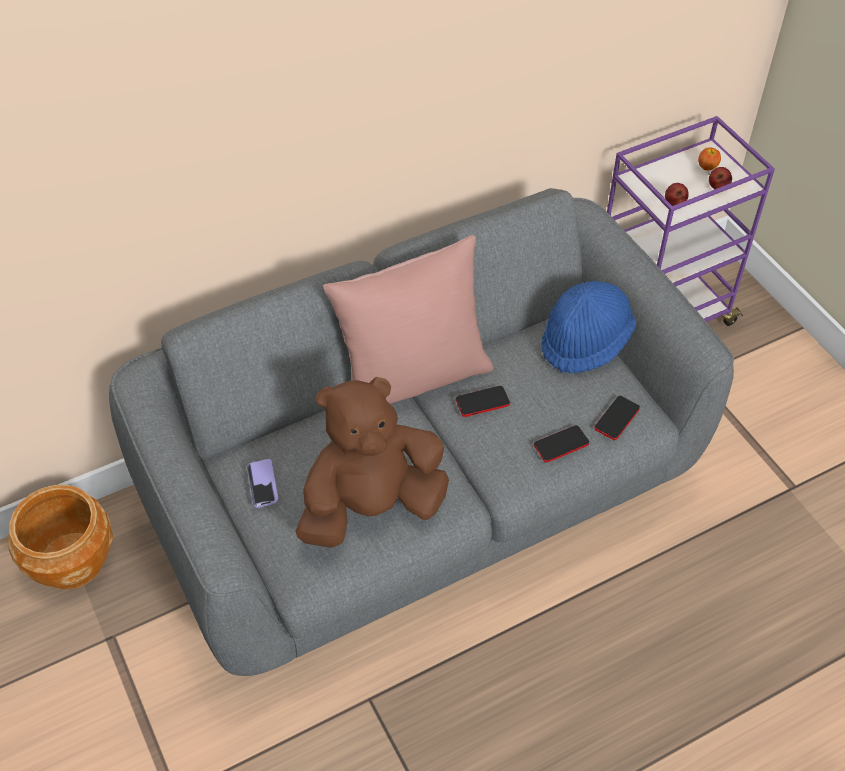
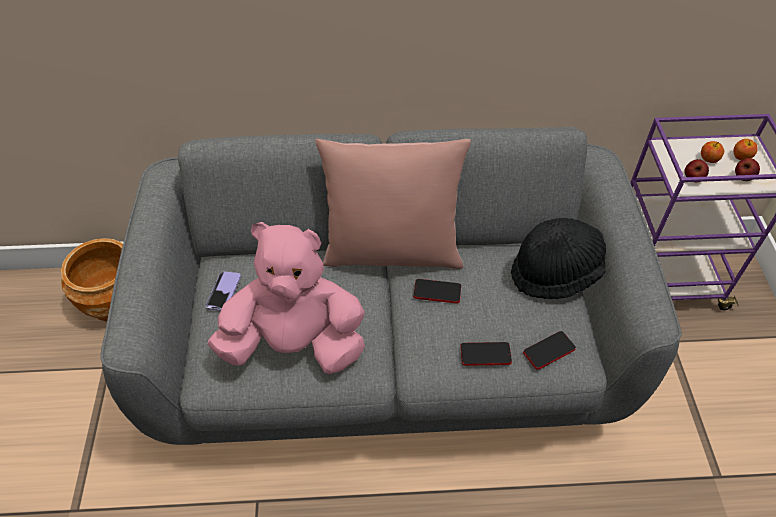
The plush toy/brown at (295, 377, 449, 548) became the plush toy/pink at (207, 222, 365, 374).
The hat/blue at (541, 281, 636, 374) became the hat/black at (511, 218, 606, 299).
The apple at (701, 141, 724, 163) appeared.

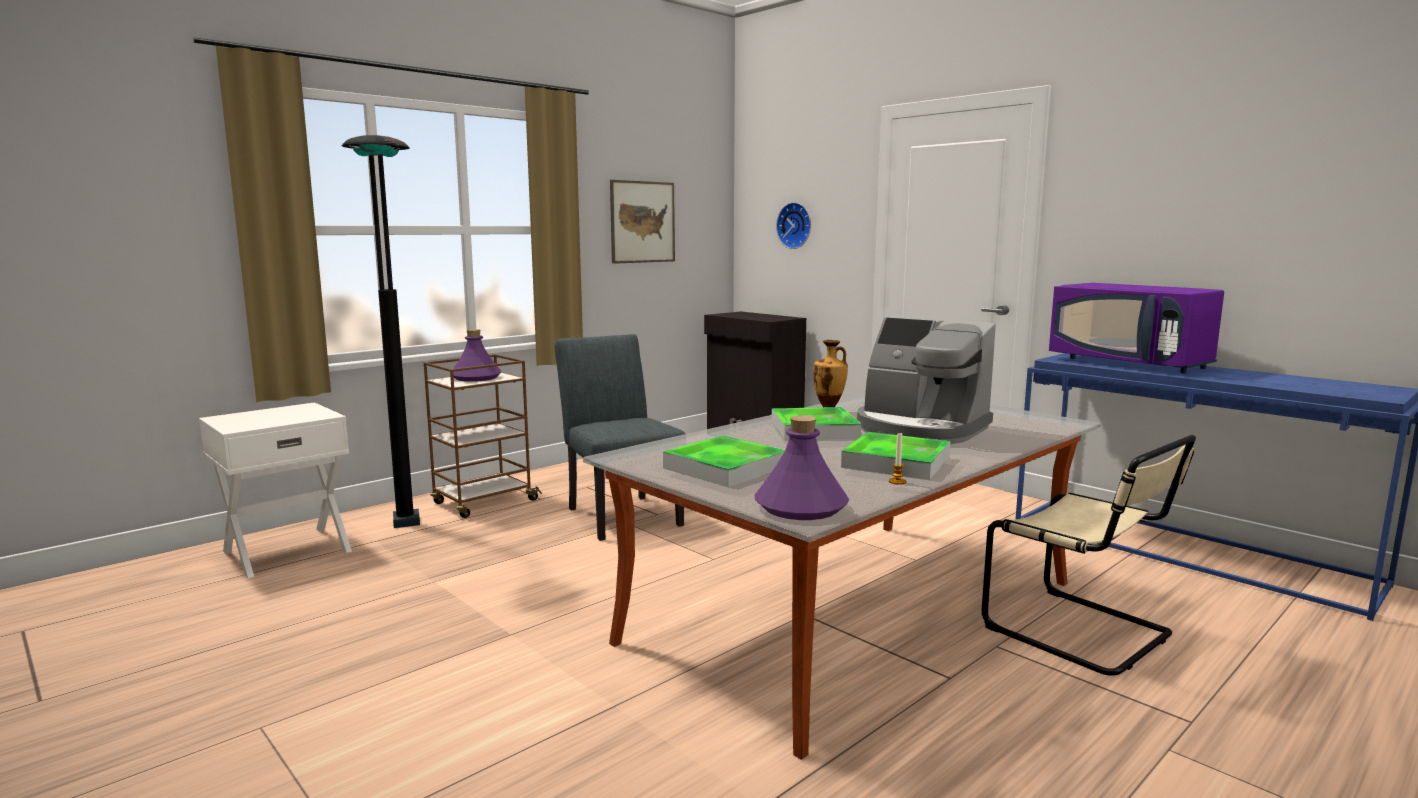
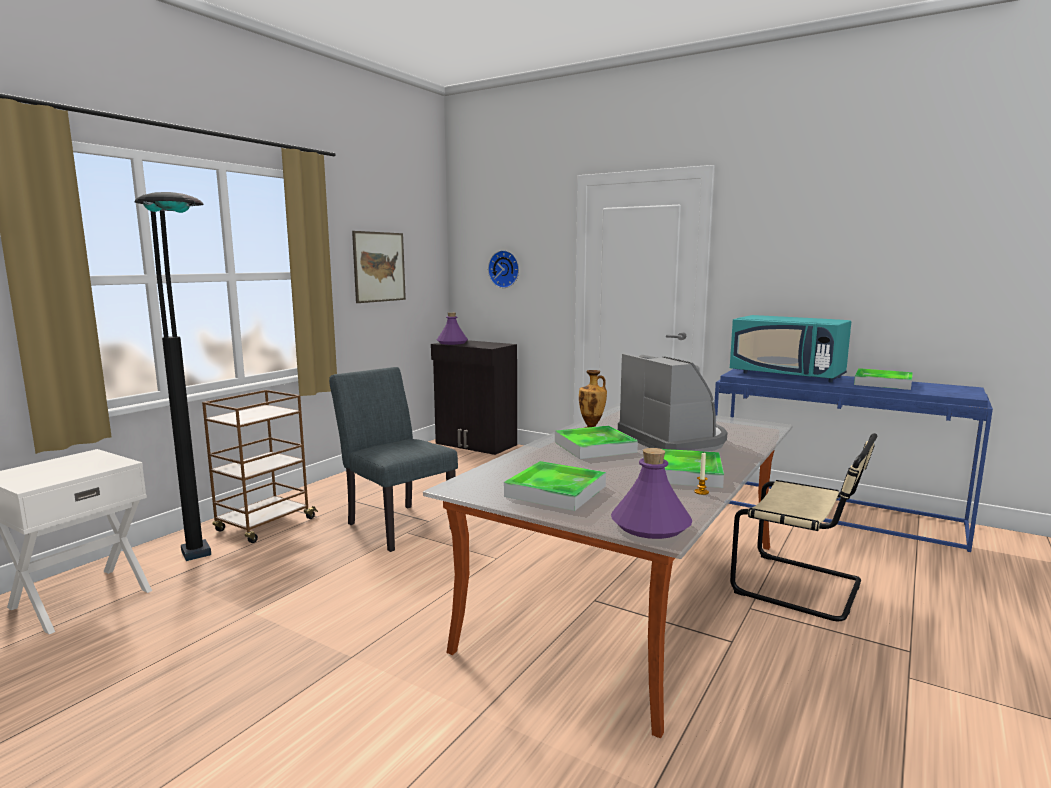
The bottle/purple moved from (453, 329, 501, 382) to (437, 312, 468, 345).
The coffee machine at (857, 317, 996, 444) turned 135 degrees counterclockwise.
The microwave/purple at (1049, 283, 1224, 373) became the microwave/turquoise at (730, 315, 851, 383).
The tray at (854, 368, 912, 390) appeared.

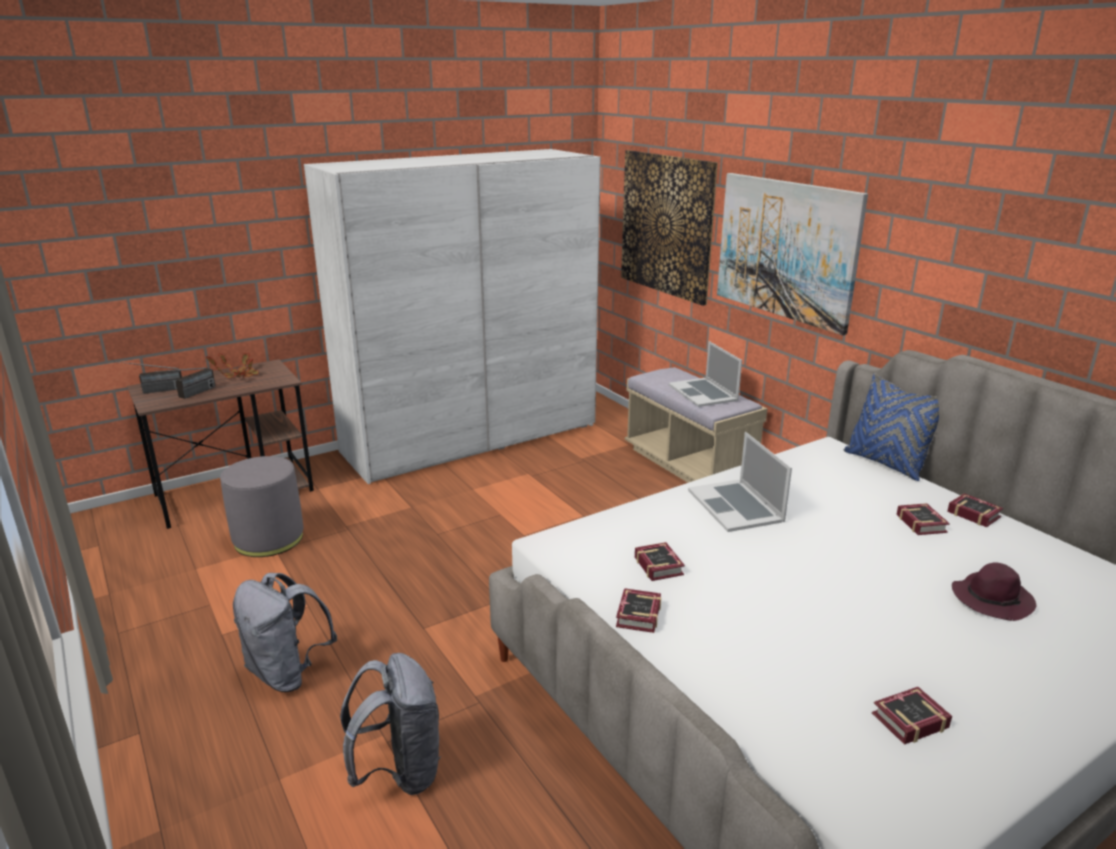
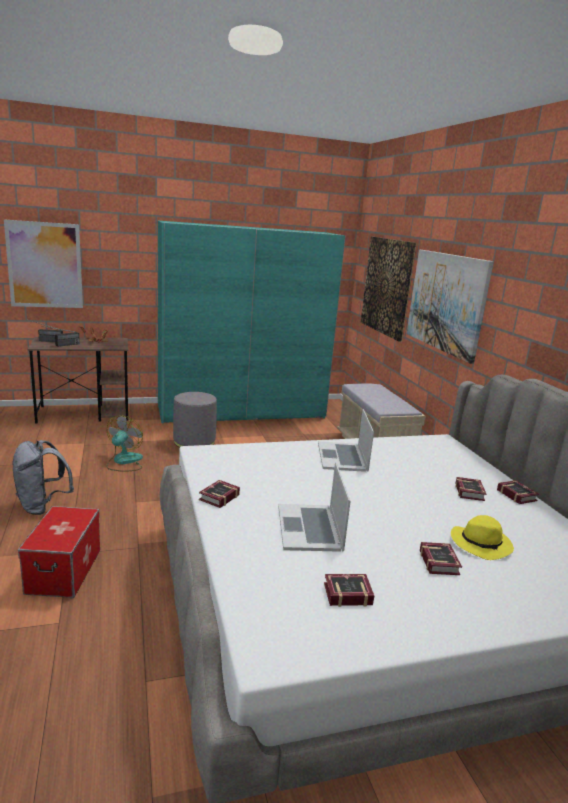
The ottoman/grey moved from (220, 456, 304, 557) to (173, 392, 217, 448).
The wardrobe/white at (304, 149, 601, 484) became the wardrobe/turquoise at (158, 221, 346, 423).
The backpack/grey at (340, 653, 441, 795) was replaced by the storage box at (18, 506, 100, 598).
The book moved from (635, 542, 685, 581) to (420, 542, 462, 575).
The laptop moved from (668, 341, 742, 407) to (278, 462, 351, 552).
The pillow/blue at (844, 373, 939, 481) disappeared.
The hat/purple at (952, 562, 1036, 621) became the hat/yellow at (451, 515, 514, 560).
The picture at (4, 220, 83, 308) appeared.
The fan at (106, 416, 143, 472) appeared.

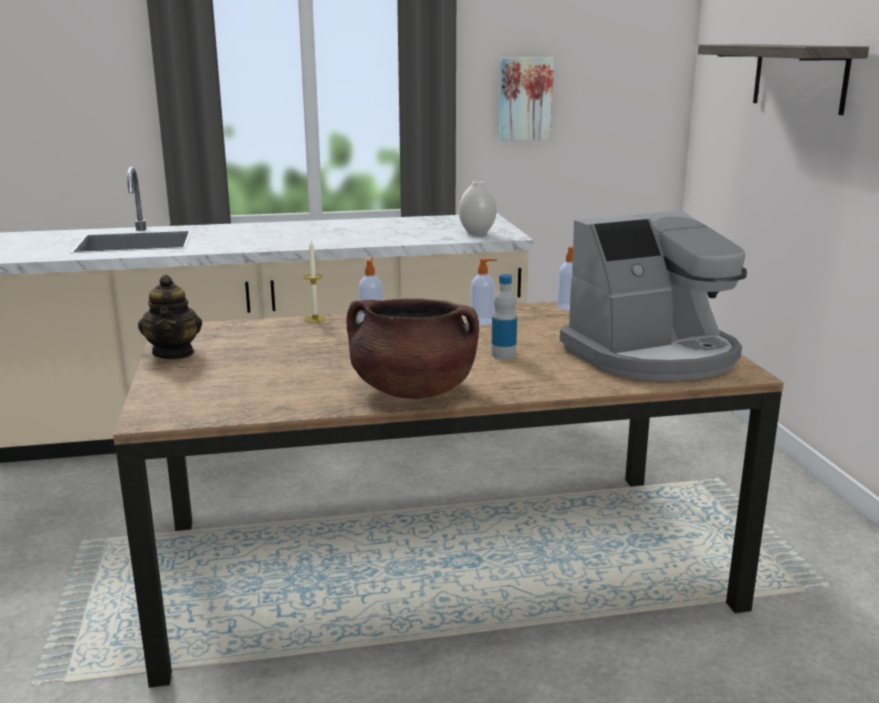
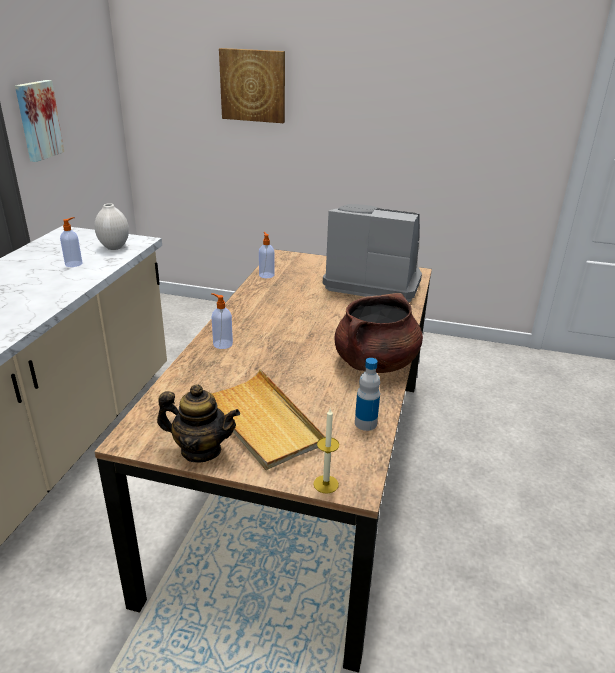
The candle moved from (304, 241, 326, 323) to (313, 409, 339, 494).
The soap dispenser moved from (471, 258, 497, 325) to (60, 217, 82, 267).
The bottle moved from (491, 274, 517, 359) to (355, 358, 380, 431).
The coffee machine at (560, 210, 747, 381) turned 75 degrees counterclockwise.
The shelf at (698, 44, 869, 115) was replaced by the picture at (219, 48, 285, 123).
The tray/beige at (211, 369, 325, 470) appeared.

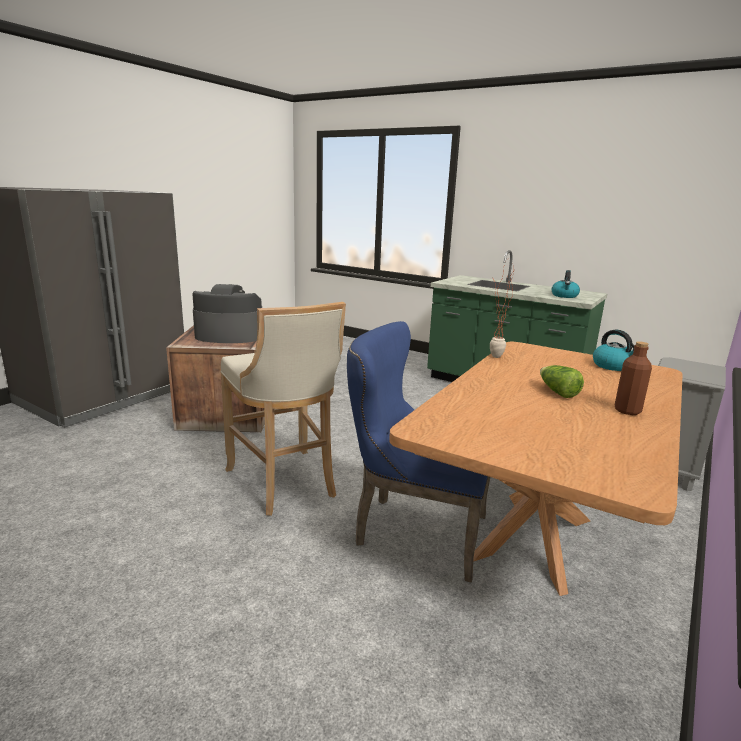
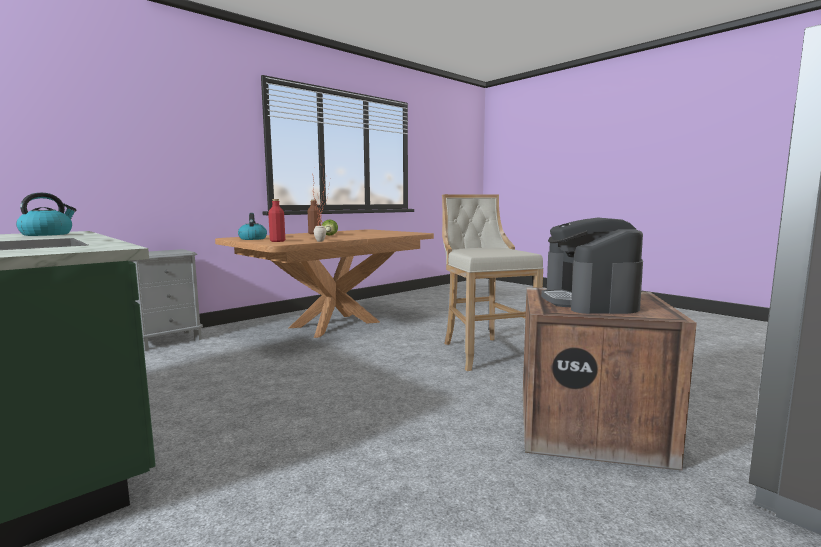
The coffee machine at (192, 284, 262, 343) turned 75 degrees clockwise.
The chair/blue at (347, 321, 490, 583) disappeared.
The bottle/red at (268, 199, 285, 242) appeared.

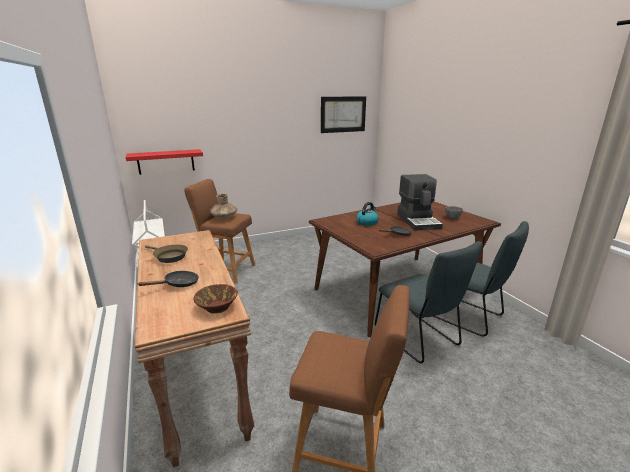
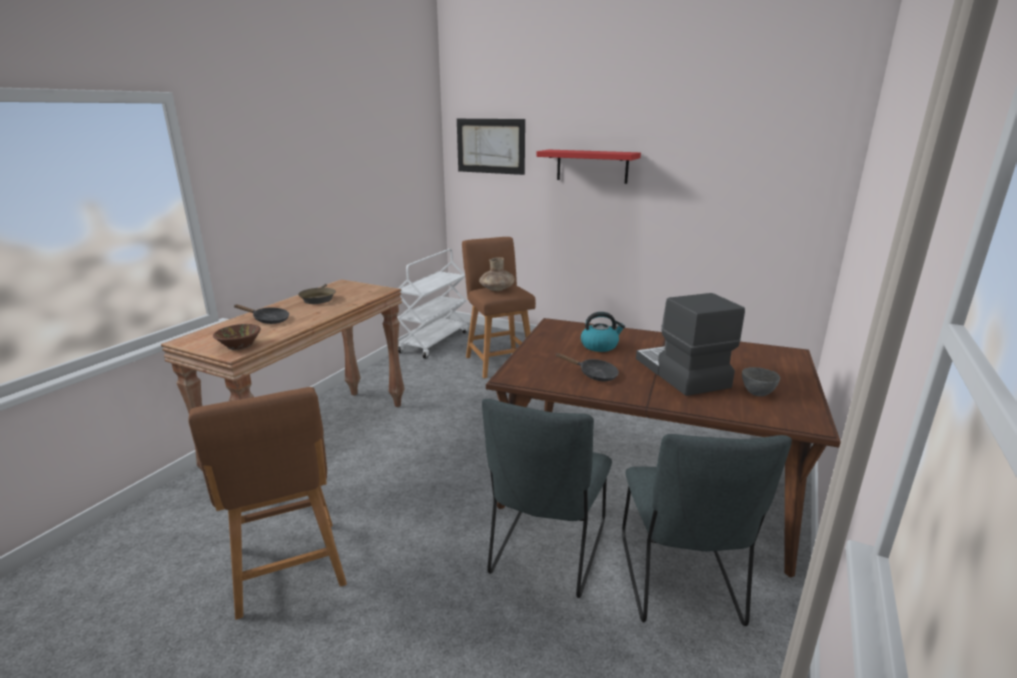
The shelf/red moved from (126, 149, 203, 175) to (537, 150, 641, 184).
The picture moved from (321, 96, 366, 133) to (457, 119, 525, 175).
The coffee machine at (397, 174, 443, 231) turned 120 degrees clockwise.

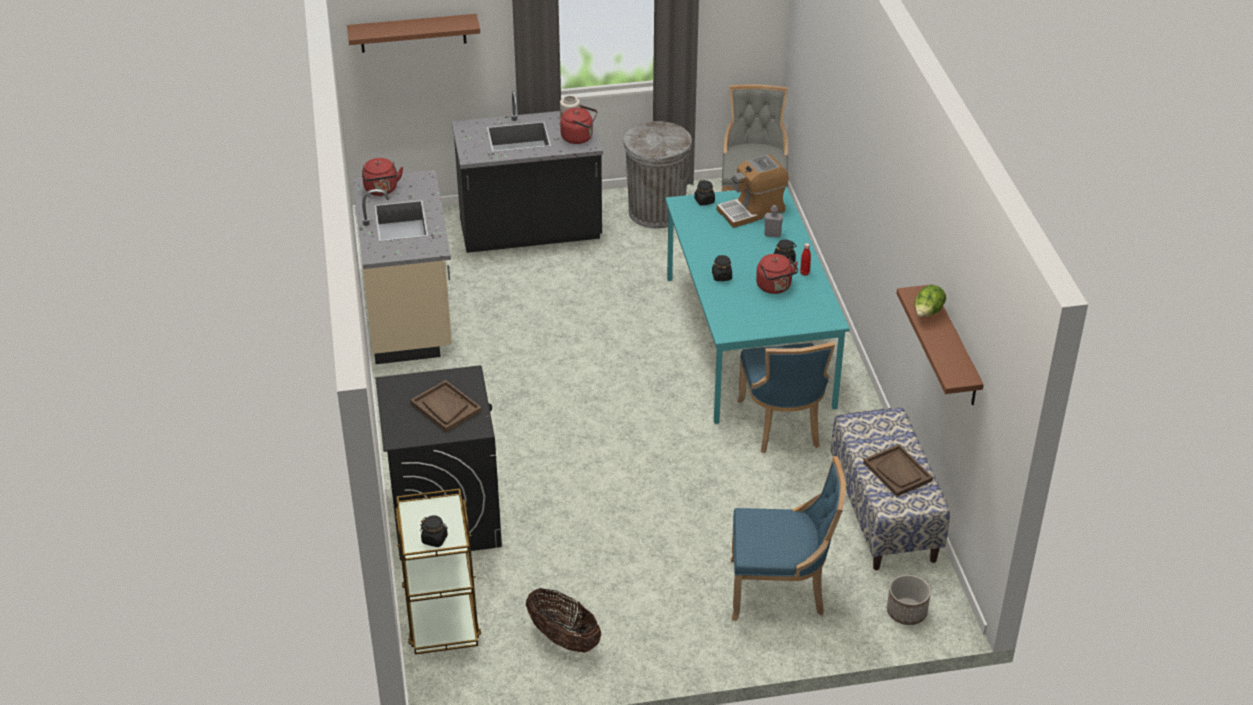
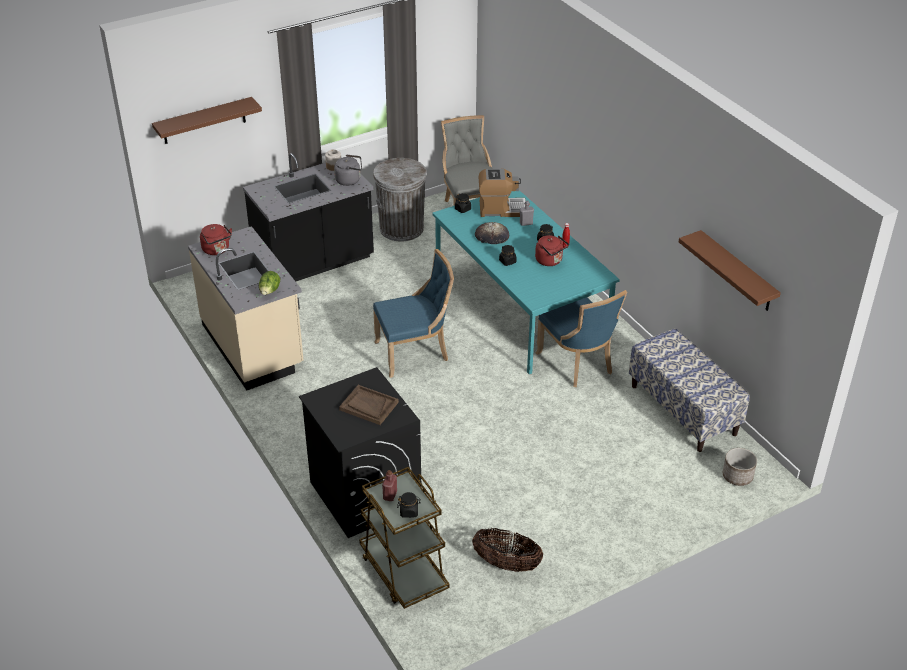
The kettle/red at (560, 105, 597, 144) became the kettle/grey at (334, 155, 362, 186).
The coffee machine at (717, 154, 789, 228) turned 135 degrees counterclockwise.
The chair/blue moved from (731, 456, 846, 621) to (373, 249, 454, 378).
The tray/brown at (863, 444, 933, 497) disappeared.
The lettuce moved from (915, 285, 946, 317) to (259, 271, 280, 295).
The bottle/red at (382, 470, 397, 501) appeared.
The bread at (475, 222, 509, 244) appeared.

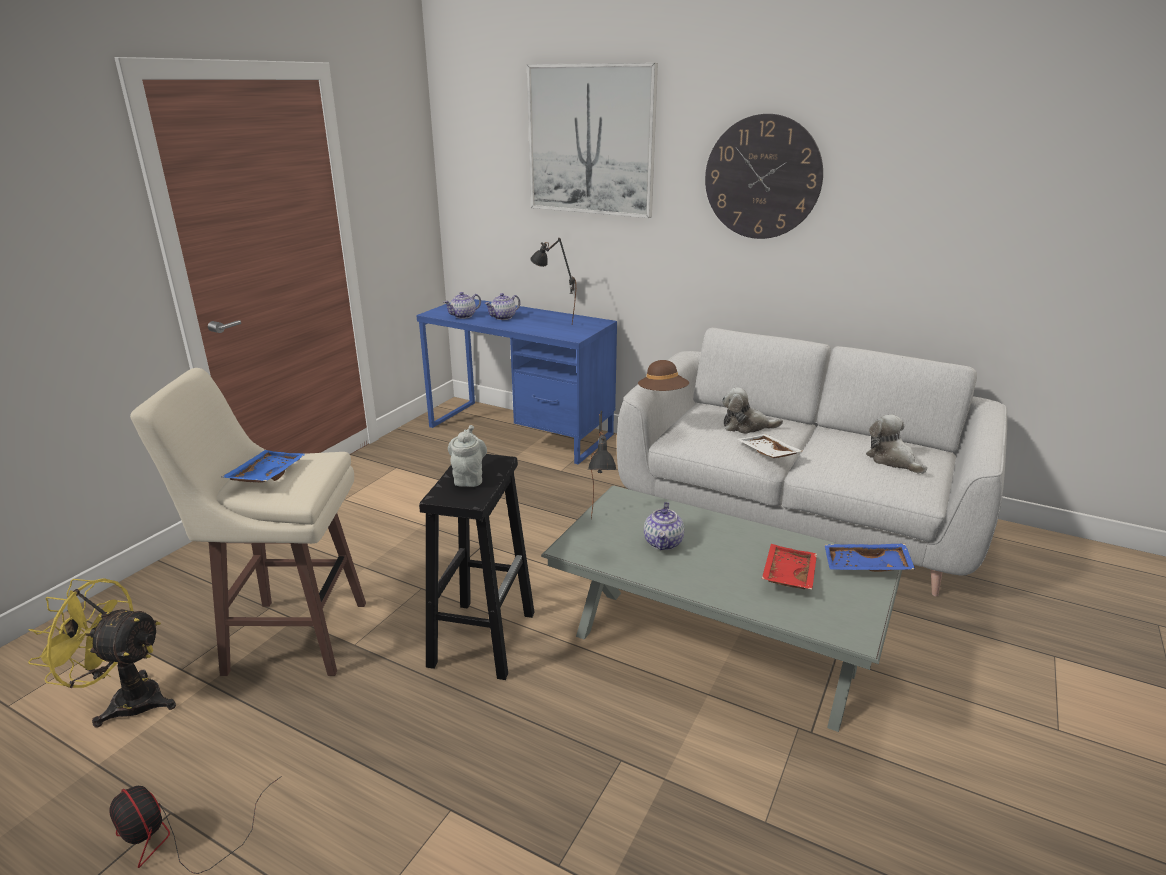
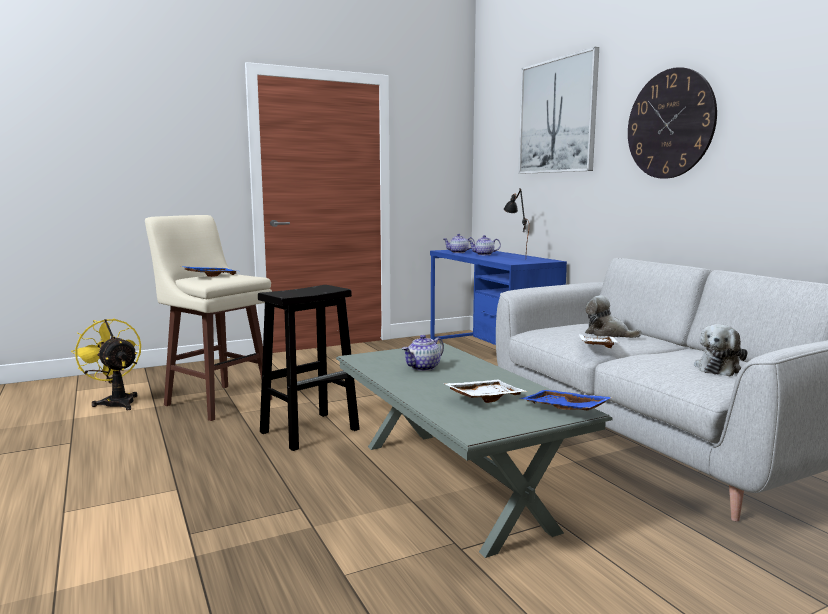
The fan at (110, 776, 282, 874) disappeared.
The teapot/grey at (448, 425, 487, 487) disappeared.
The table lamp/black at (588, 410, 617, 519) disappeared.
The hat/brown at (638, 360, 689, 391) disappeared.
The tray/red at (762, 544, 817, 590) became the tray/white at (443, 380, 527, 403).
The plush toy at (866, 415, 927, 474) turned 150 degrees counterclockwise.

